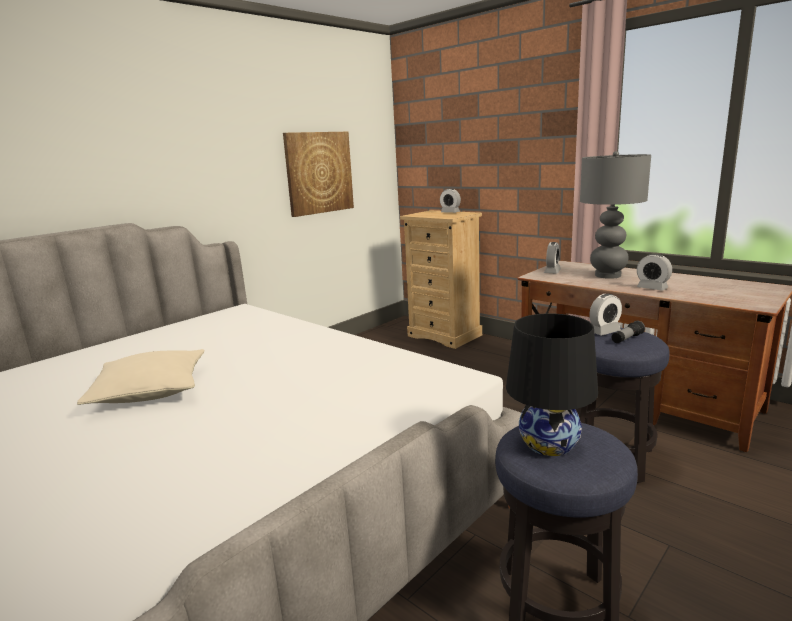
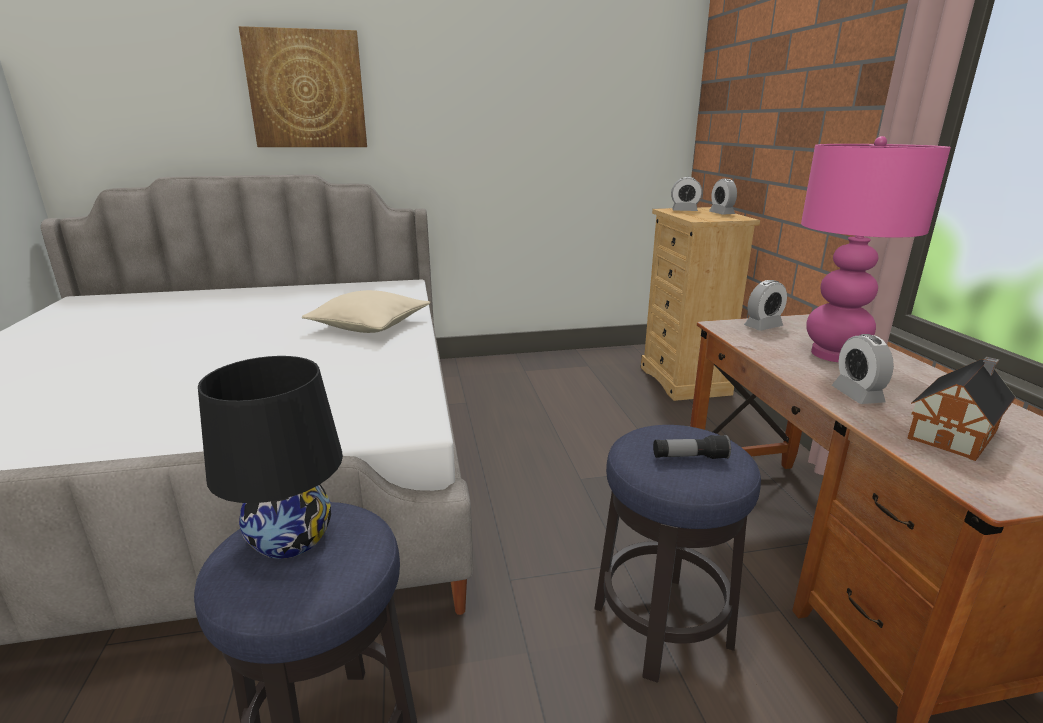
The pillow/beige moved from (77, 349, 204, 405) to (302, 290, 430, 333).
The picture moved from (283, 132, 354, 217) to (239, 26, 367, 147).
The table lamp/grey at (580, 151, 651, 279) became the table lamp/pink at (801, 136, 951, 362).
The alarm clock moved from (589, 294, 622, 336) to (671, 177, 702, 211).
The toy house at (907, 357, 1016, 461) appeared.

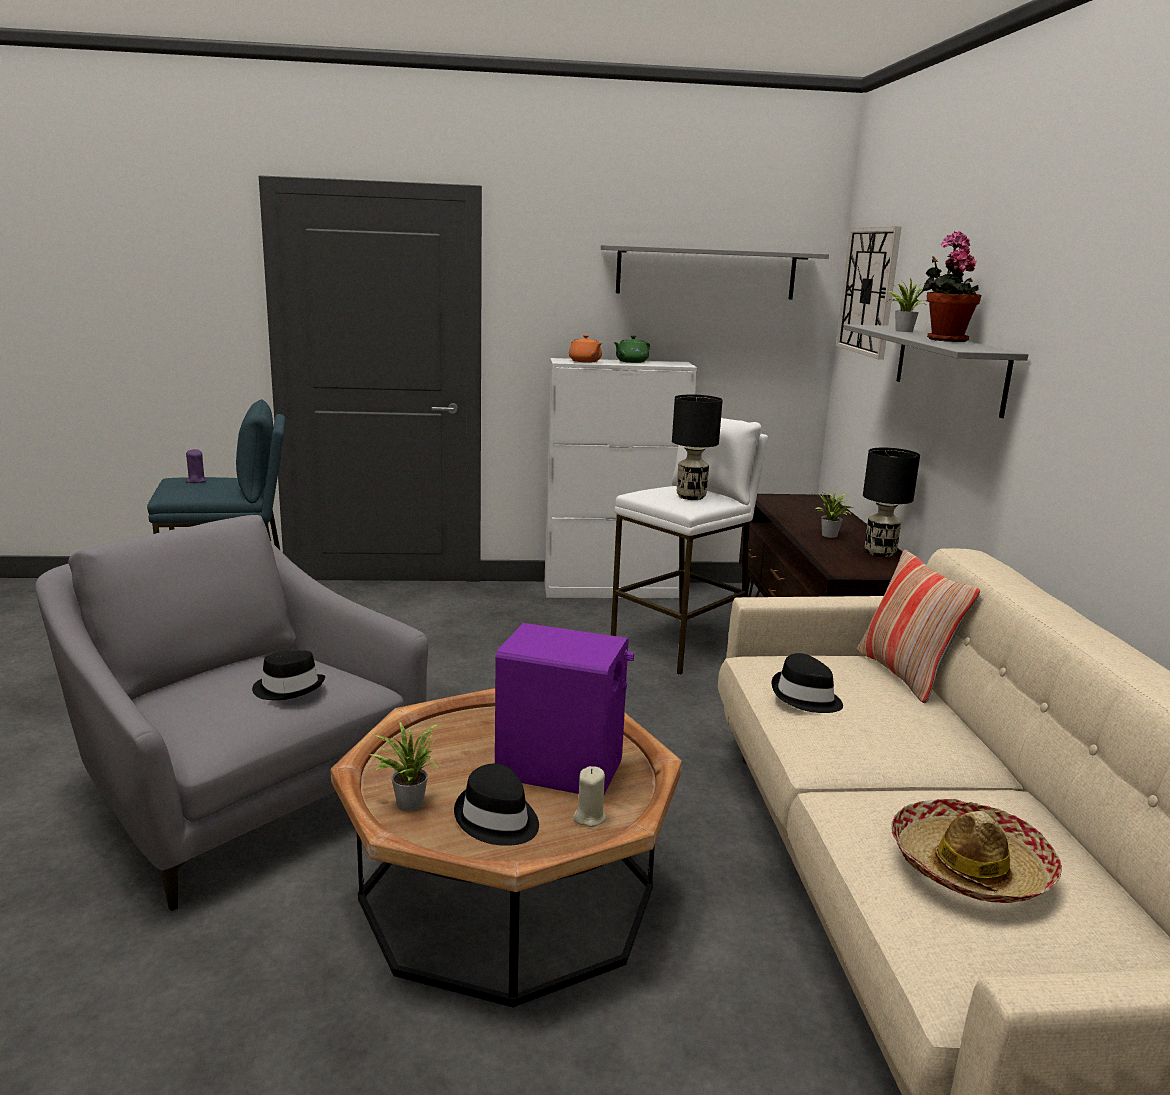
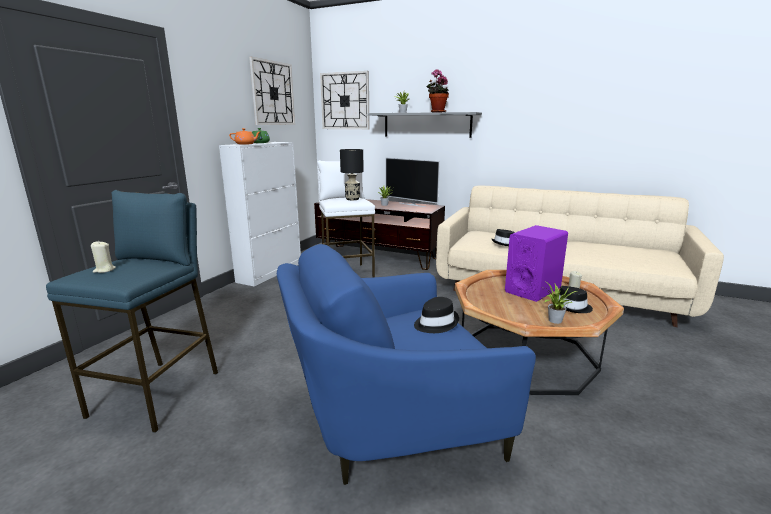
The armchair/grey at (35, 515, 428, 911) became the armchair/blue at (277, 244, 536, 485).
The candle/purple at (186, 449, 206, 483) became the candle/beige at (91, 241, 116, 273).
The shelf/grey at (601, 245, 829, 299) was replaced by the wall clock at (249, 57, 295, 125).
The pillow at (857, 550, 980, 703) disappeared.
The table lamp/black at (863, 448, 920, 557) was replaced by the television at (385, 158, 440, 207).
The hat at (891, 799, 1062, 903) disappeared.

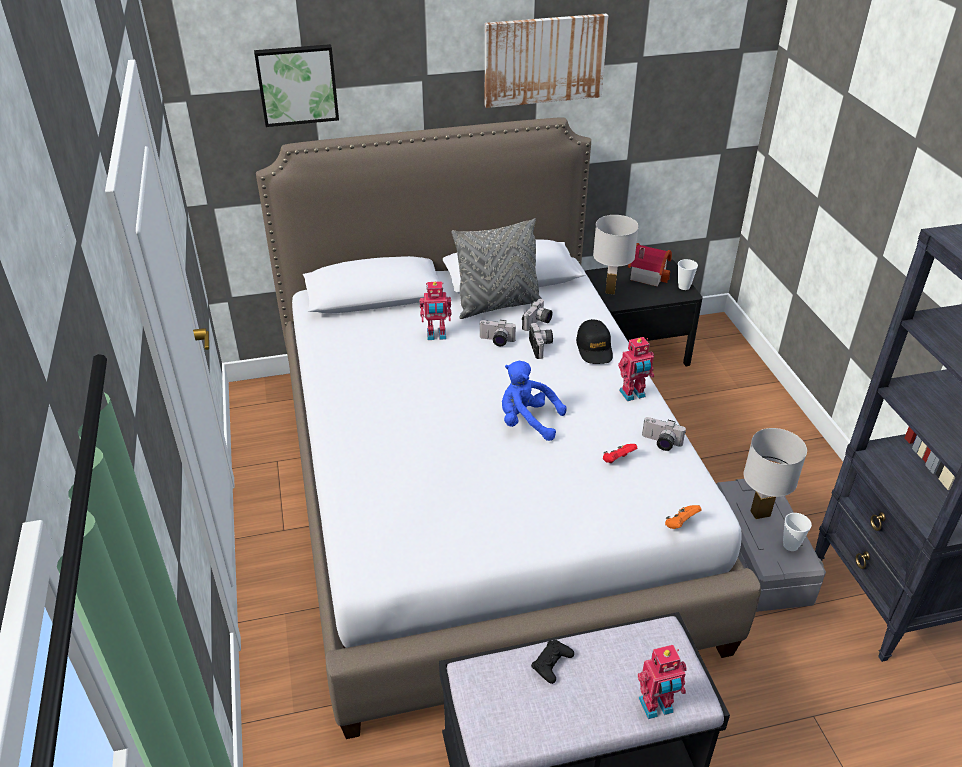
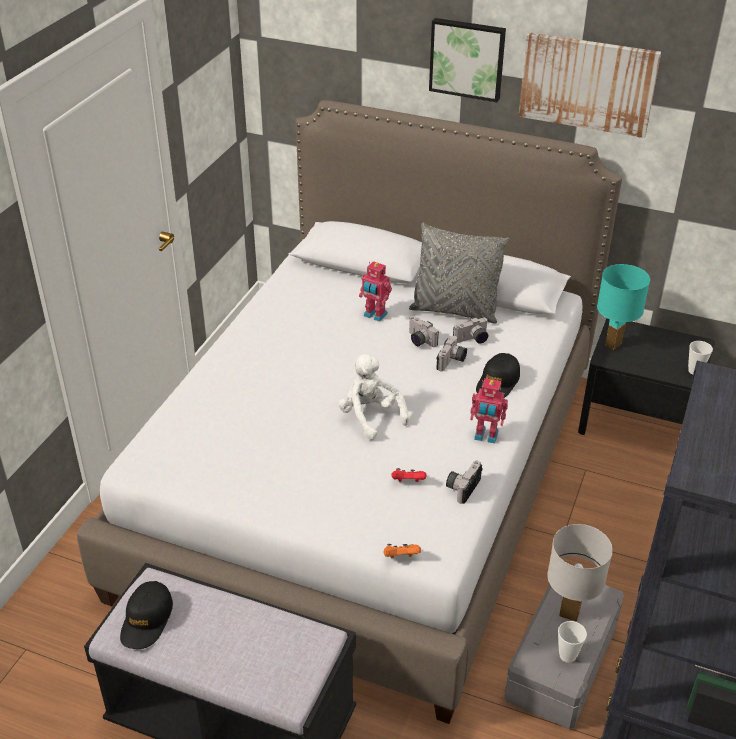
The picture moved from (254, 44, 339, 127) to (429, 18, 506, 102).
The plush toy/blue at (502, 361, 567, 441) became the plush toy/white at (338, 354, 409, 440).
The game controller/black at (531, 640, 574, 684) disappeared.
The table lamp/white at (593, 215, 639, 294) became the table lamp/turquoise at (597, 264, 650, 350).
The toy house at (628, 243, 672, 286) disappeared.
The toy robot at (638, 645, 687, 719) disappeared.
The photo camera at (642, 417, 686, 451) turned 60 degrees clockwise.
The cap/black at (120, 581, 173, 649) appeared.

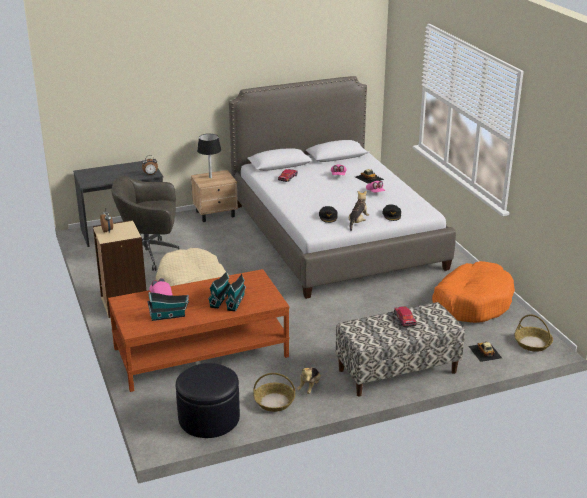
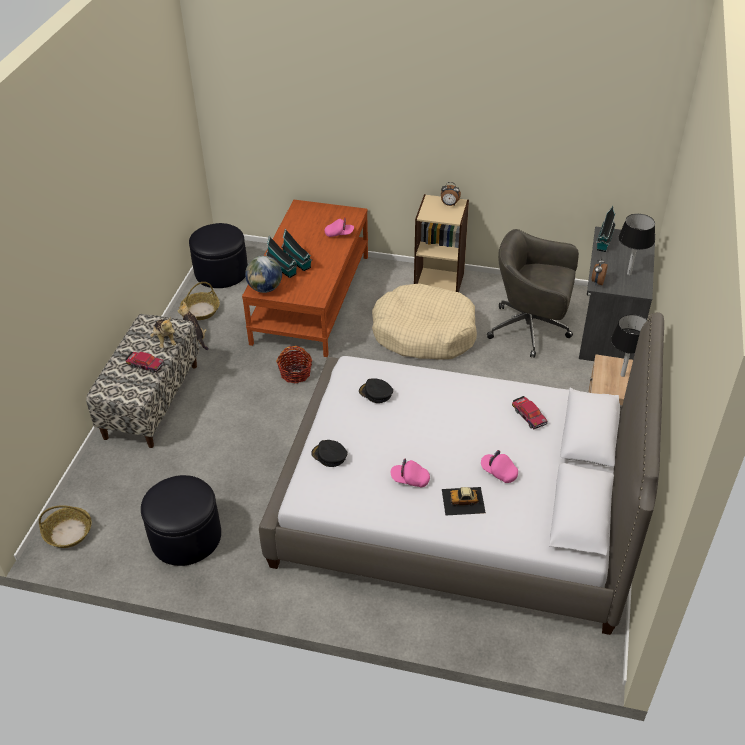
The office chair/grey at (111, 176, 180, 271) turned 105 degrees counterclockwise.
The toy house moved from (147, 292, 189, 321) to (596, 206, 616, 252).
The plush toy moved from (349, 191, 369, 231) to (150, 317, 176, 348).
The dog bed/orange at (432, 261, 515, 323) was replaced by the ottoman/black at (141, 475, 221, 566).
The toy car at (469, 342, 502, 362) disappeared.
The globe at (245, 256, 282, 293) appeared.
The basket at (276, 346, 312, 384) appeared.
The table lamp/black at (619, 214, 655, 275) appeared.

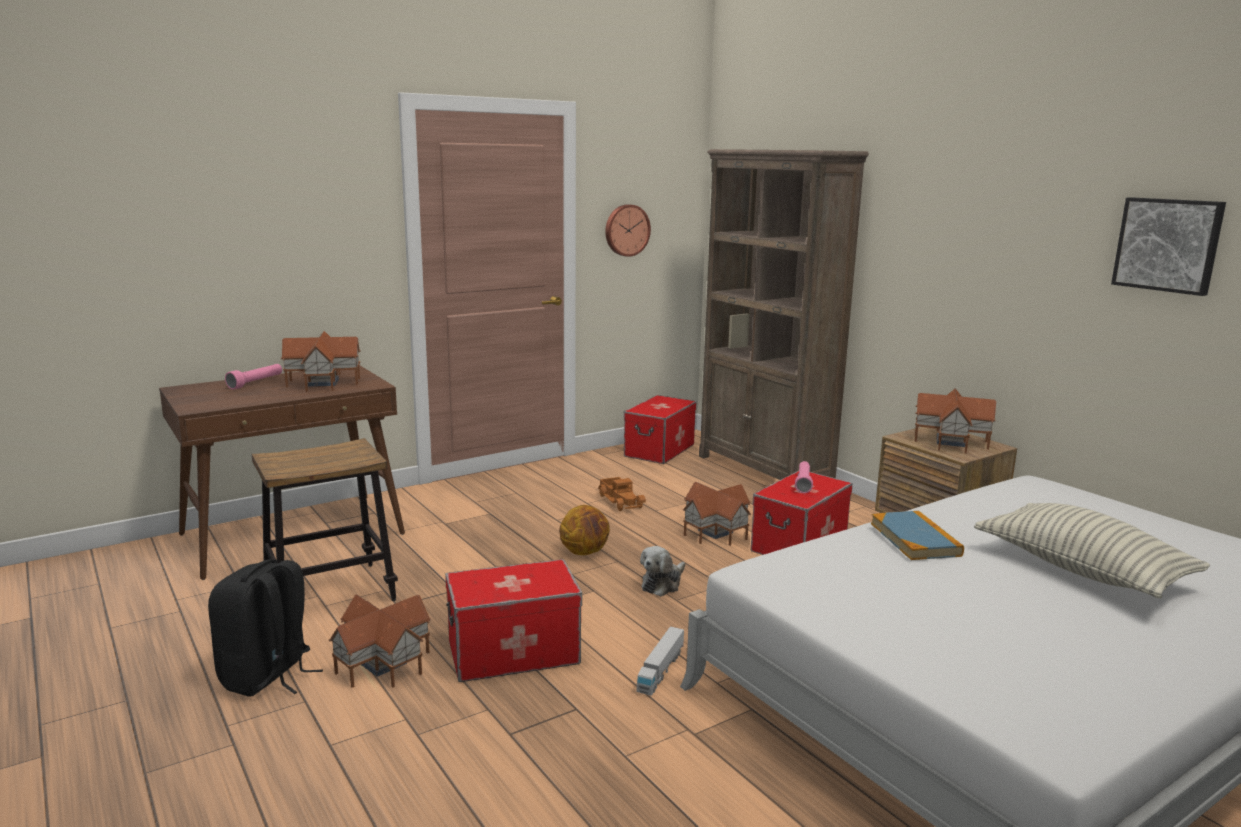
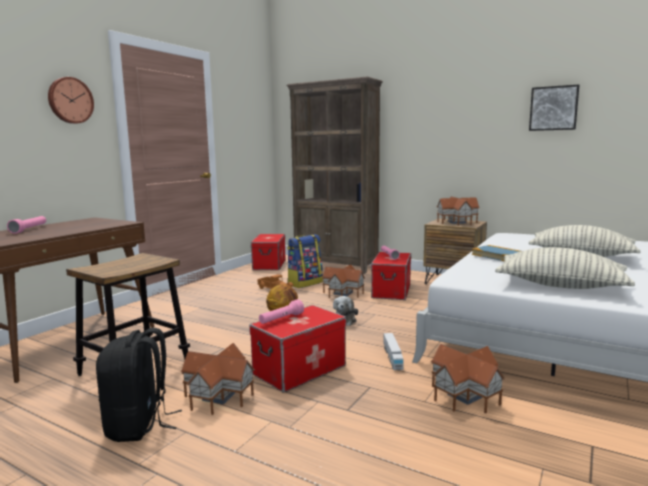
The toy house moved from (281, 331, 360, 392) to (431, 344, 505, 413).
The wall clock moved from (605, 204, 651, 257) to (48, 77, 94, 124).
The flashlight/pink at (259, 299, 304, 324) appeared.
The backpack at (287, 234, 323, 288) appeared.
The pillow at (495, 247, 635, 289) appeared.

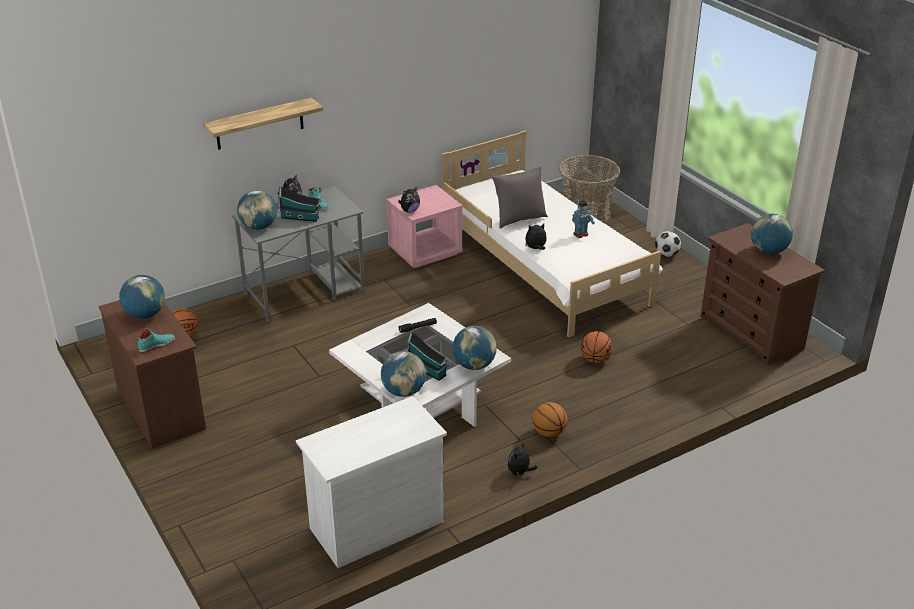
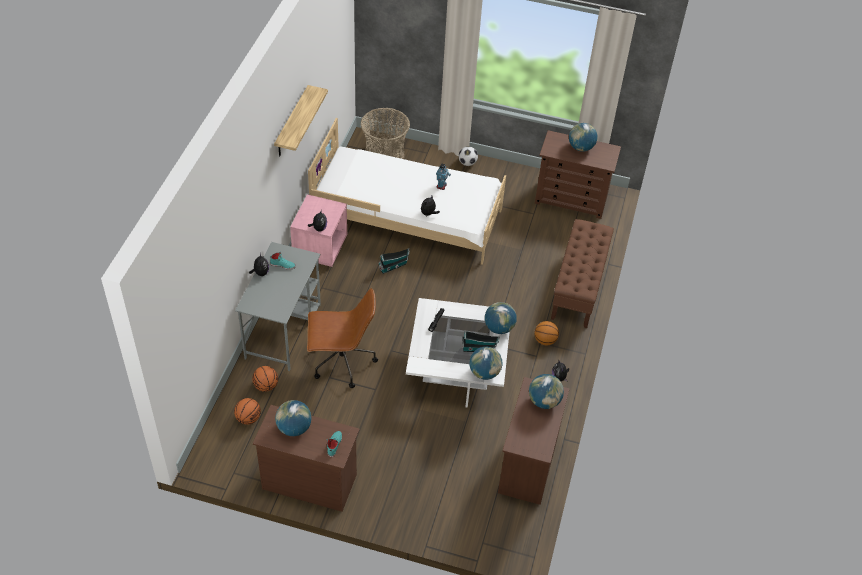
The shelf moved from (203, 98, 323, 150) to (274, 85, 328, 156).
The globe moved from (237, 190, 277, 230) to (529, 374, 564, 409).
The toy house moved from (278, 186, 322, 222) to (378, 248, 409, 274).
The dresser/white at (296, 396, 447, 568) became the dresser/brown at (498, 377, 570, 505).
The pillow/grey at (492, 167, 548, 228) disappeared.
The basketball moved from (581, 331, 613, 363) to (252, 366, 278, 392).
The office chair/brown at (307, 288, 378, 388) appeared.
The bench/brown at (551, 219, 614, 328) appeared.

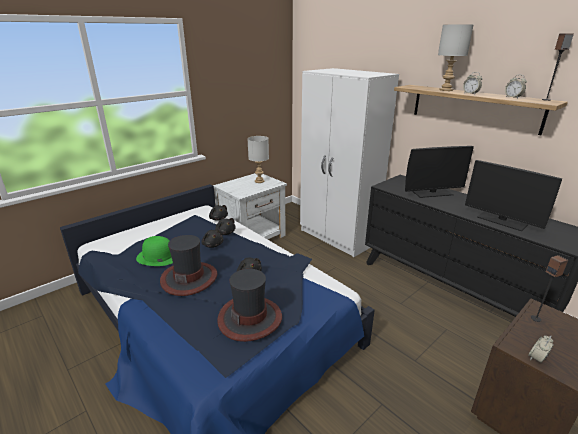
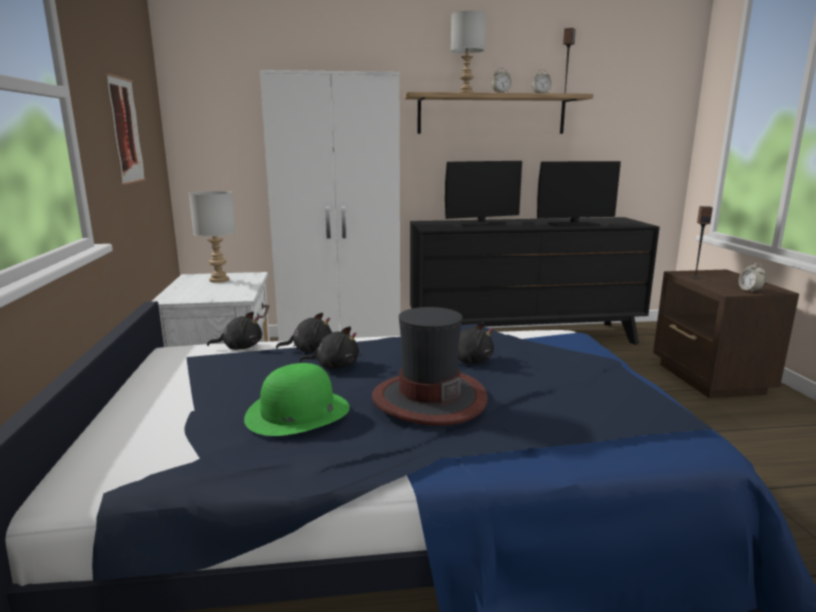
The hat at (217, 269, 282, 342) disappeared.
The monitor at (405, 146, 474, 198) turned 45 degrees clockwise.
The picture at (106, 73, 145, 185) appeared.

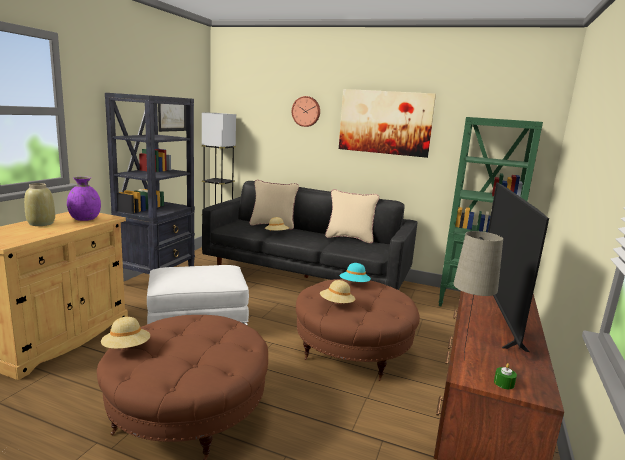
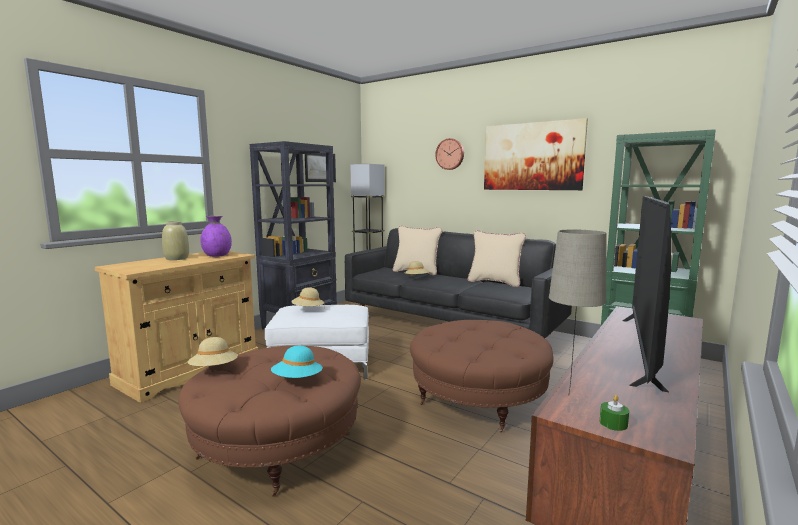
The hat/beige moved from (320, 280, 355, 303) to (291, 287, 325, 309).
The hat/turquoise moved from (340, 263, 371, 282) to (271, 346, 323, 378).

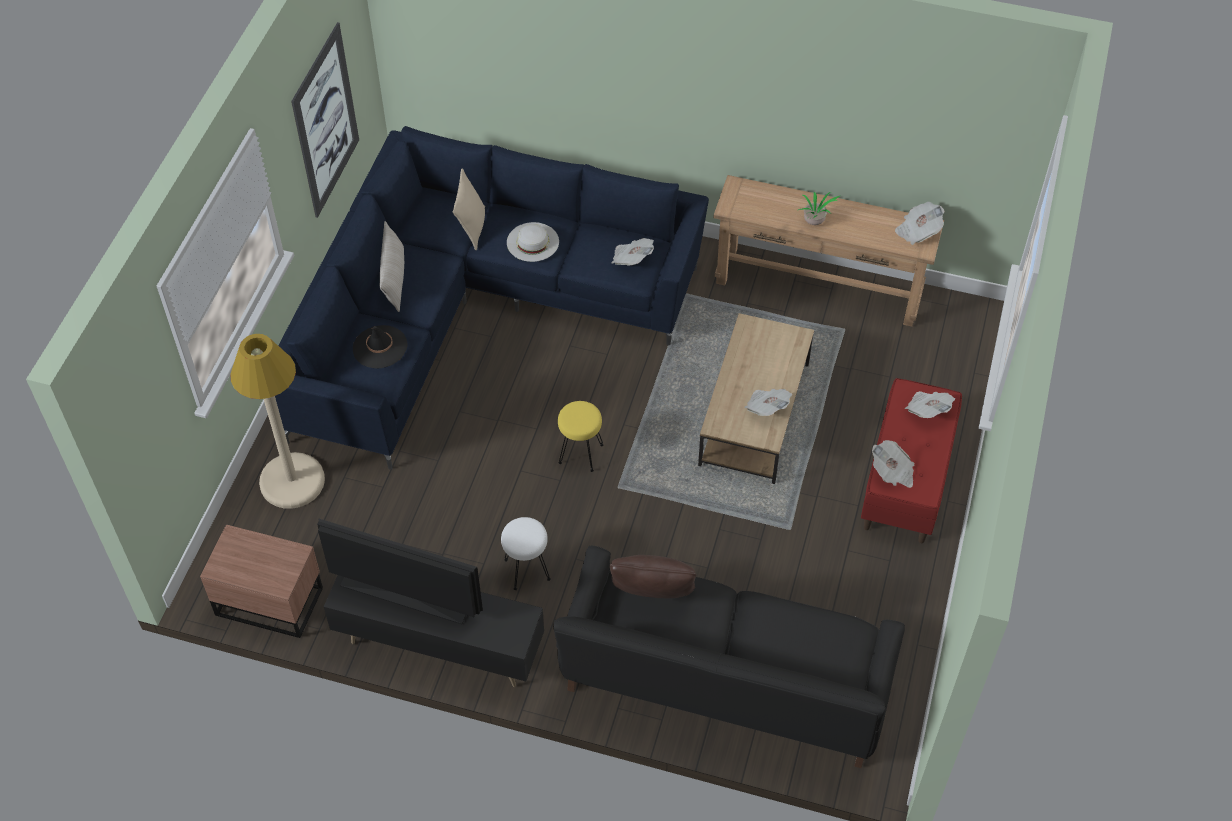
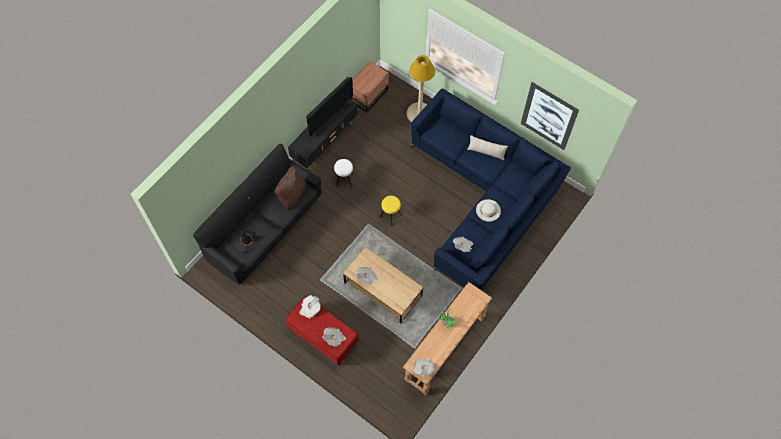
The hat/black moved from (353, 325, 407, 369) to (234, 230, 259, 252).
The pillow/beige at (453, 168, 485, 250) disappeared.

